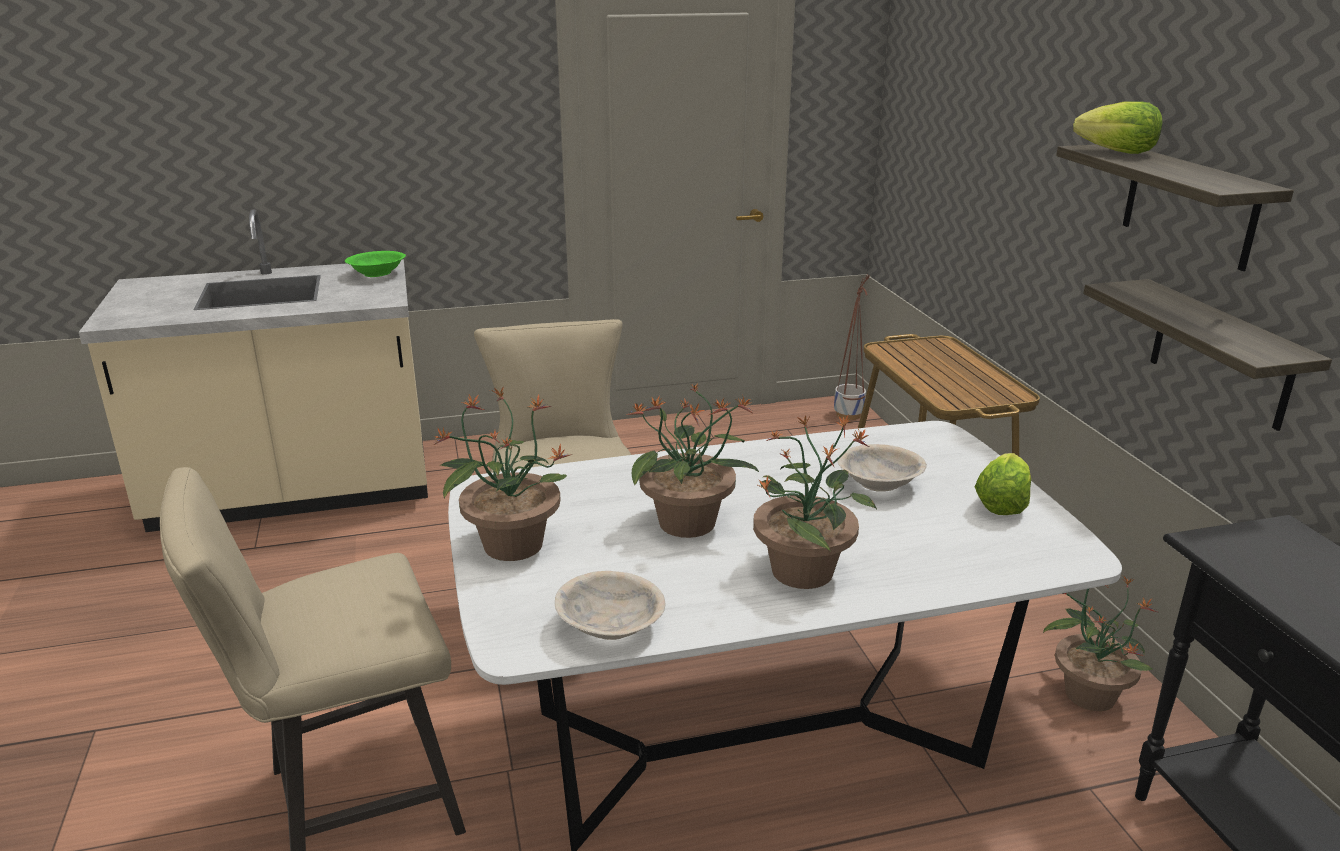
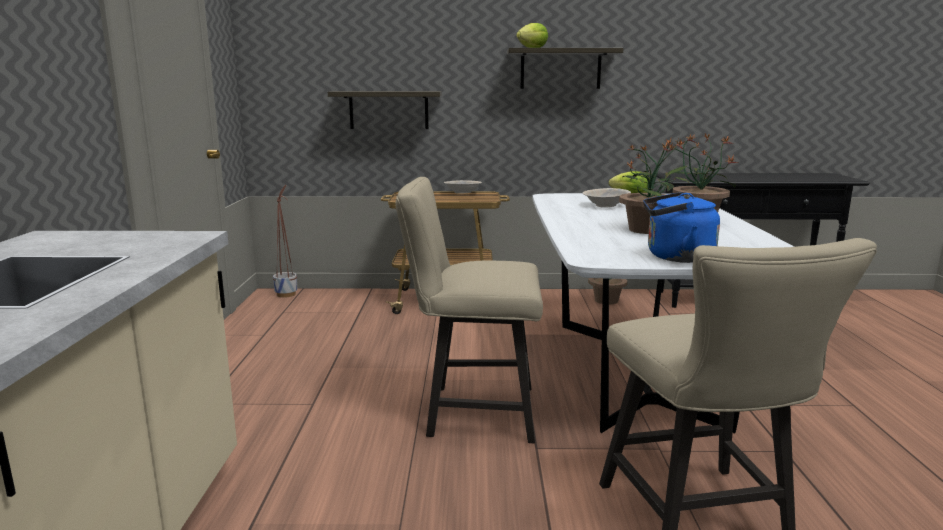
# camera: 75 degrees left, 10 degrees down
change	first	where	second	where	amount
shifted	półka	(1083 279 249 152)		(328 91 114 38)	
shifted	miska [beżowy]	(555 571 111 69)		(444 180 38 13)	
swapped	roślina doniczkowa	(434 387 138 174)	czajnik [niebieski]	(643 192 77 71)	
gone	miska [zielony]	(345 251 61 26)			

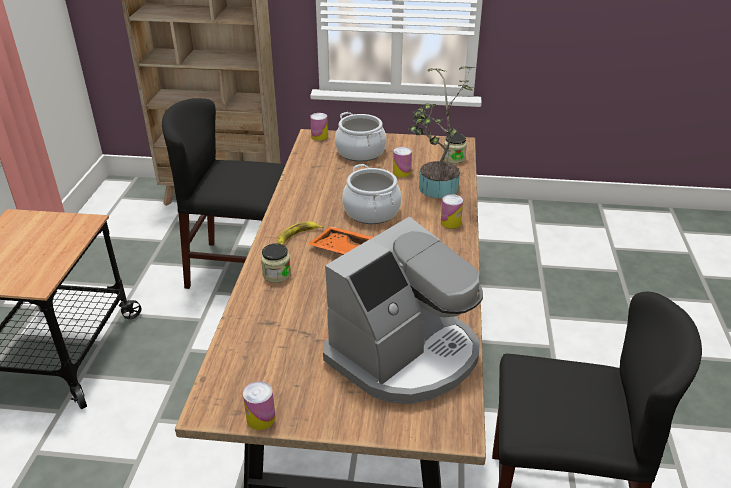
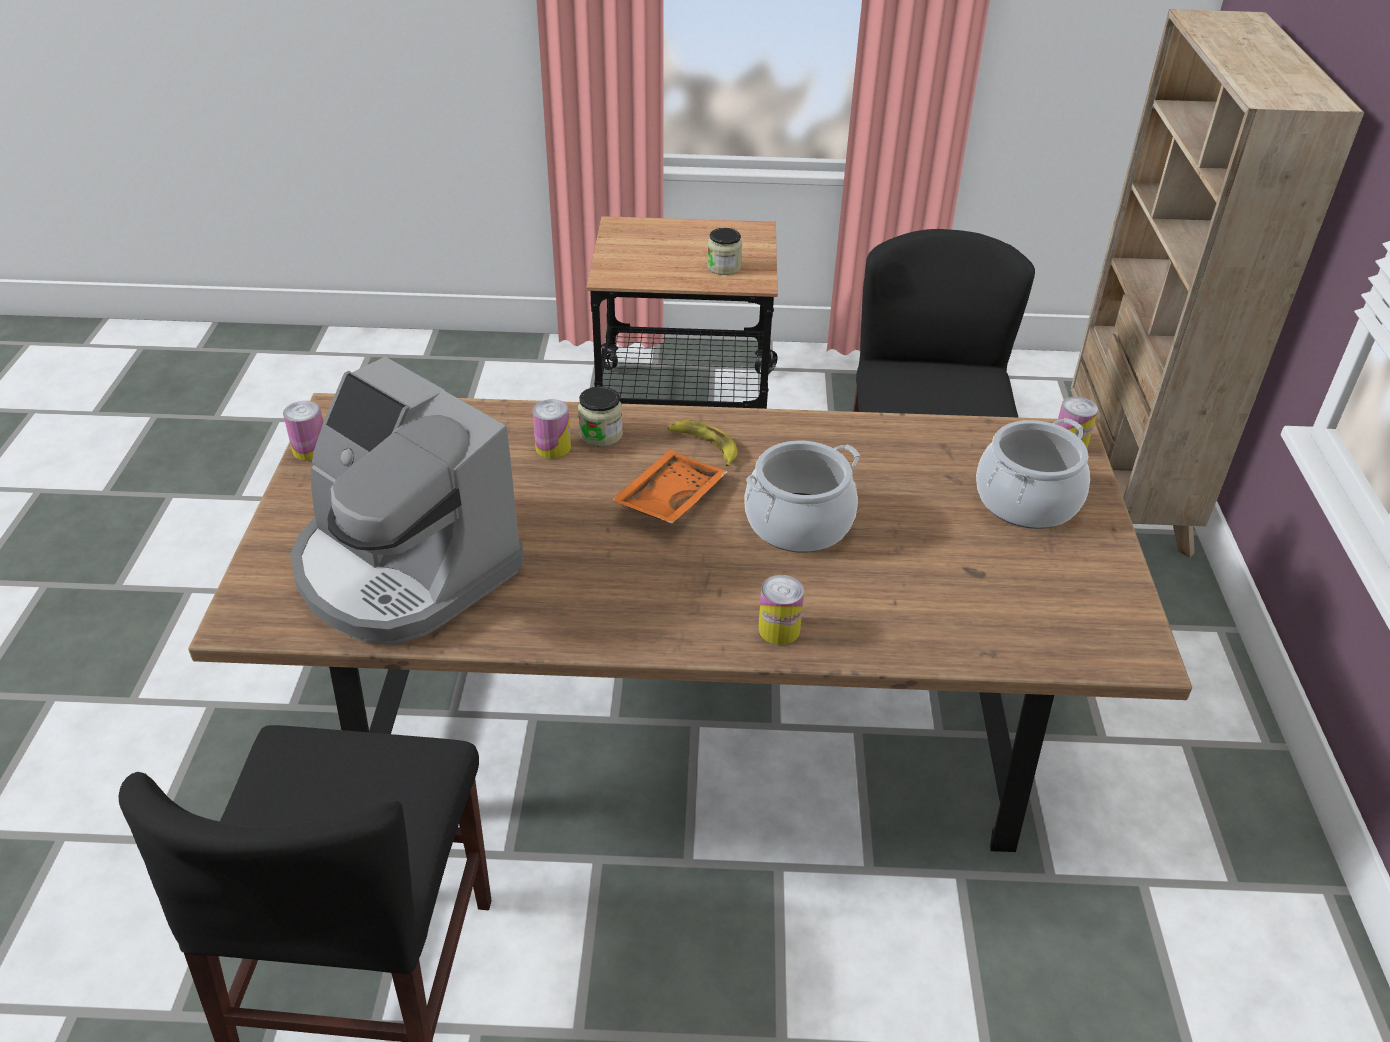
# camera: 85 degrees right, 5 degrees up
change	first	where	second	where	amount
shifted	puszka	(393 147 19 30)		(532 399 39 60)	
shifted	słoik	(444 134 23 30)		(707 228 35 47)	
gone	roślina doniczkowa	(408 66 68 133)			

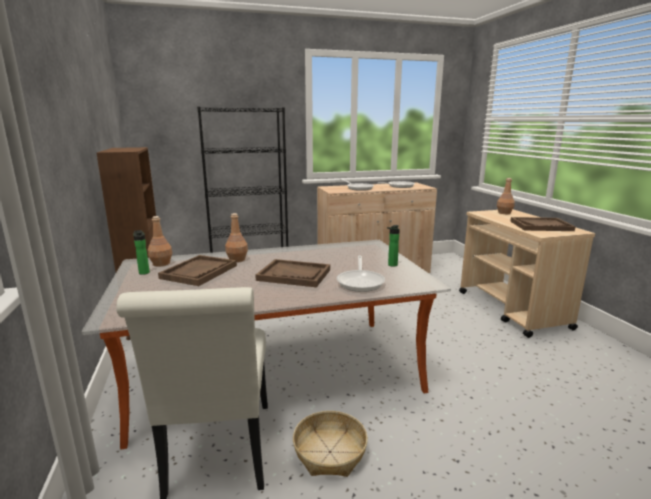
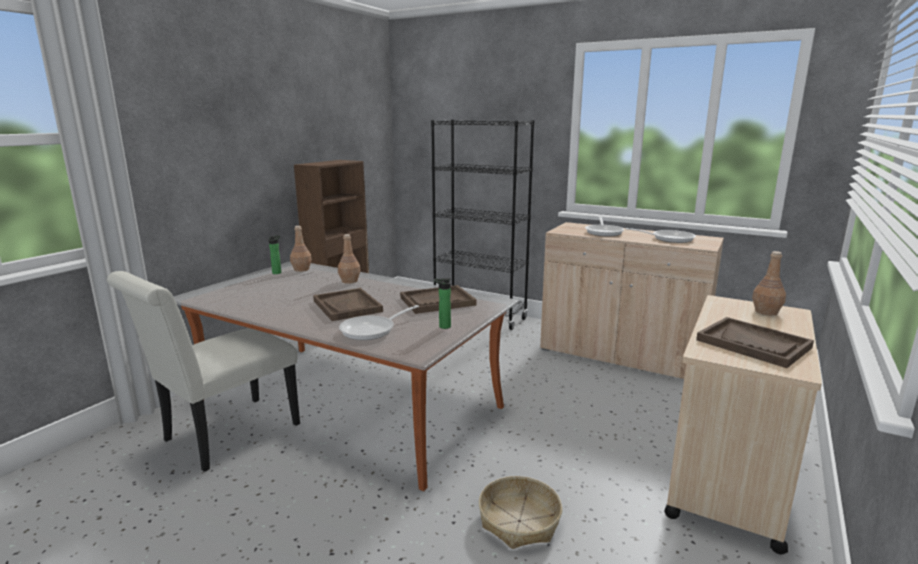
# camera: 45 degrees right, 0 degrees up
change	first	where	second	where	amount
shifted	taca [brązowy]	(158 255 79 31)		(400 285 77 29)	
shifted	koszyk	(293 411 75 66)		(479 476 83 73)	

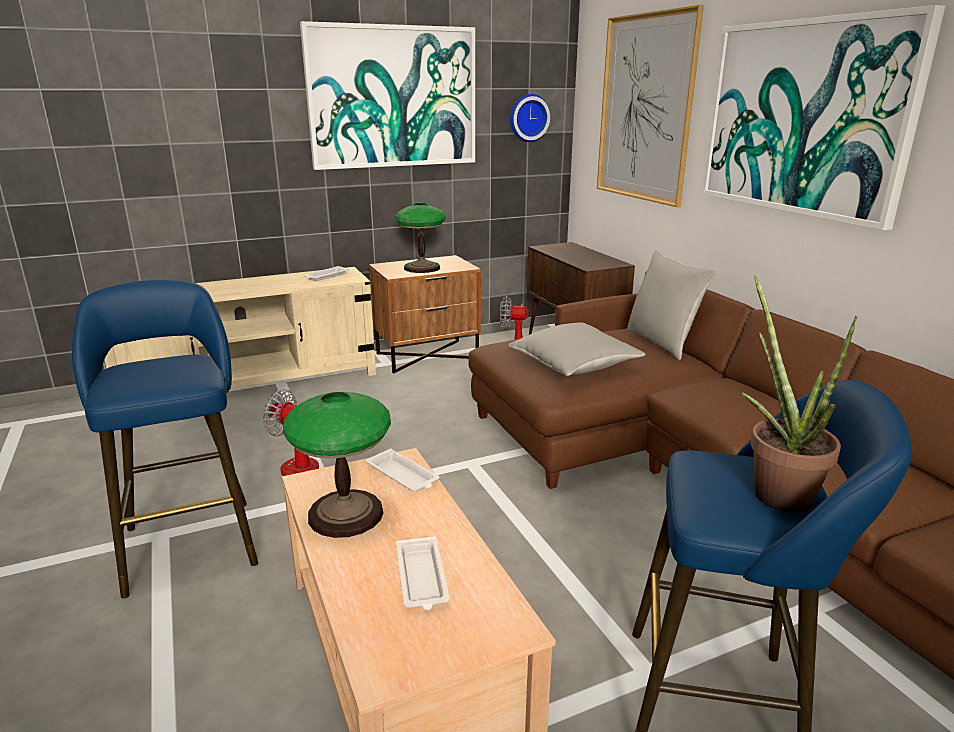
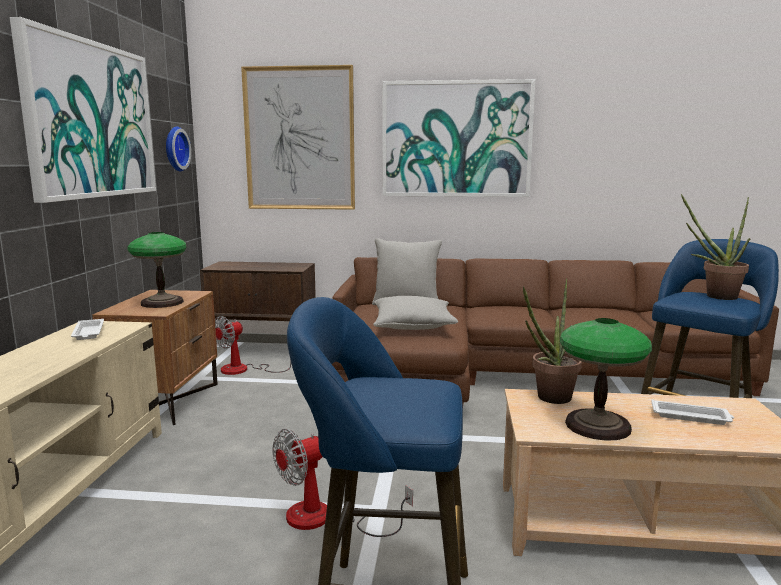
# camera: 60 degrees left, 10 degrees down
change	first	where	second	where	amount
swapped	taca [biały]	(366 448 73 44)	roślina doniczkowa	(523 278 59 126)	

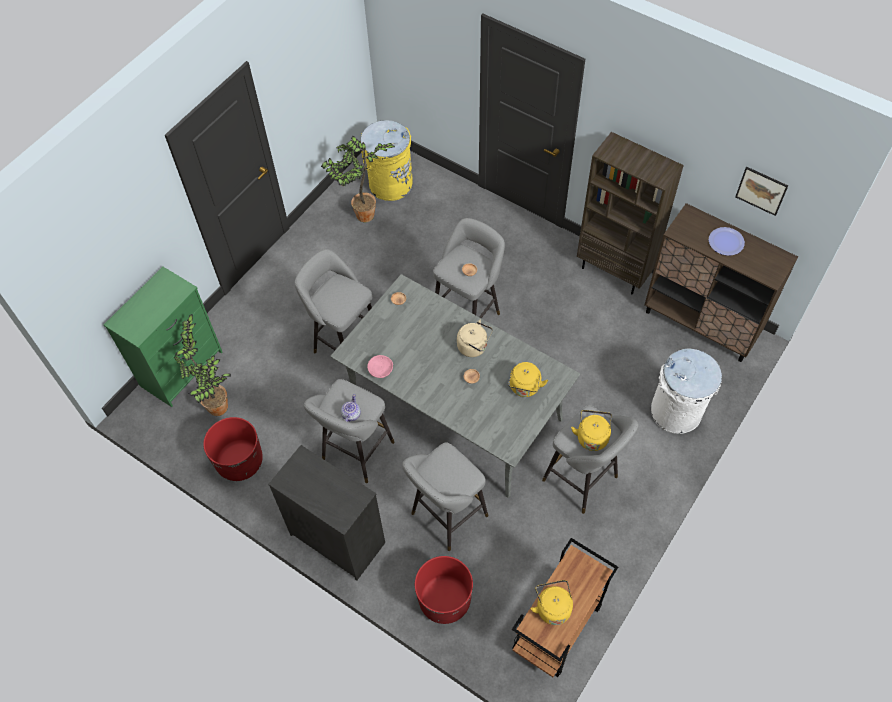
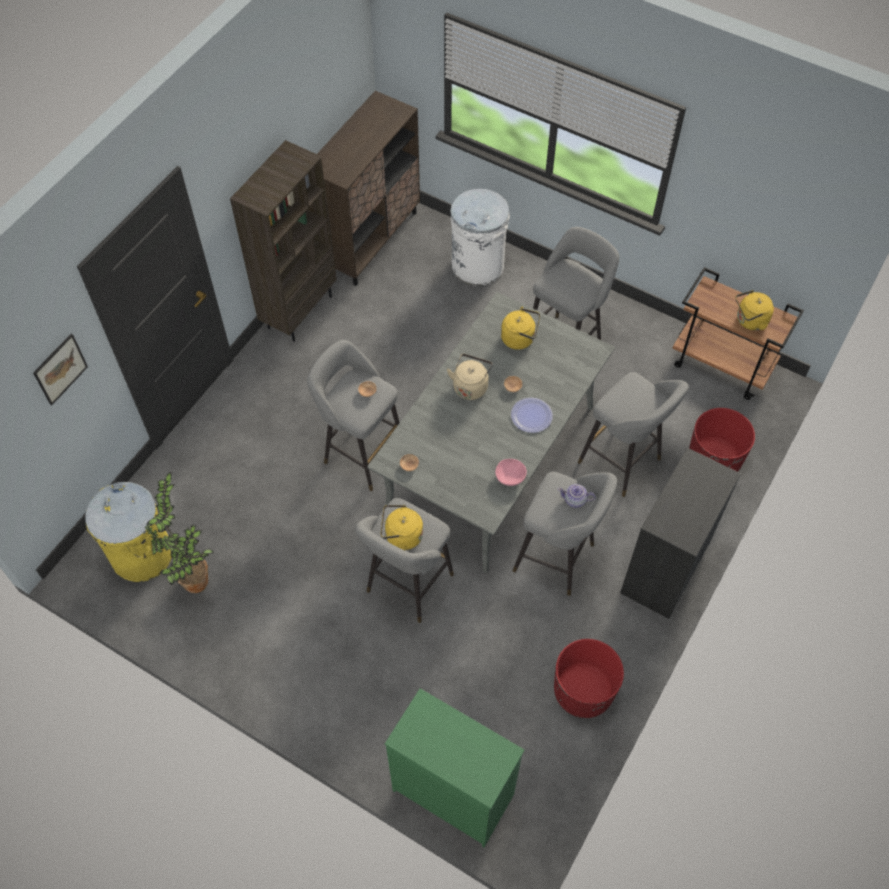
# camera: 95 degrees left, 0 degrees up
change	first	where	second	where	amount
shifted	obraz	(735 167 53 49)		(33 334 55 71)	
shifted	czajnik [żółty]	(571 410 41 41)		(381 505 42 45)	
shifted	talerz	(709 227 36 29)		(511 398 42 35)	
gone	roślina doniczkowa	(174 314 57 102)			

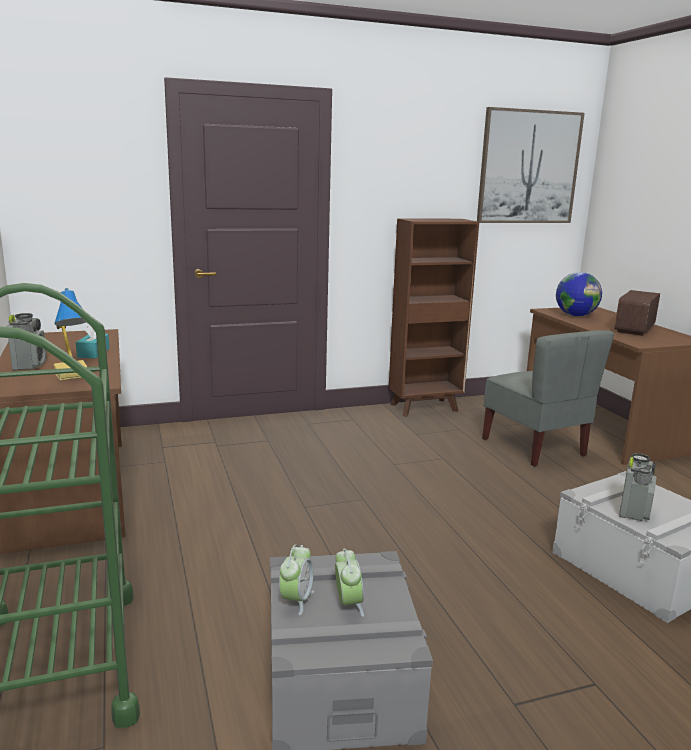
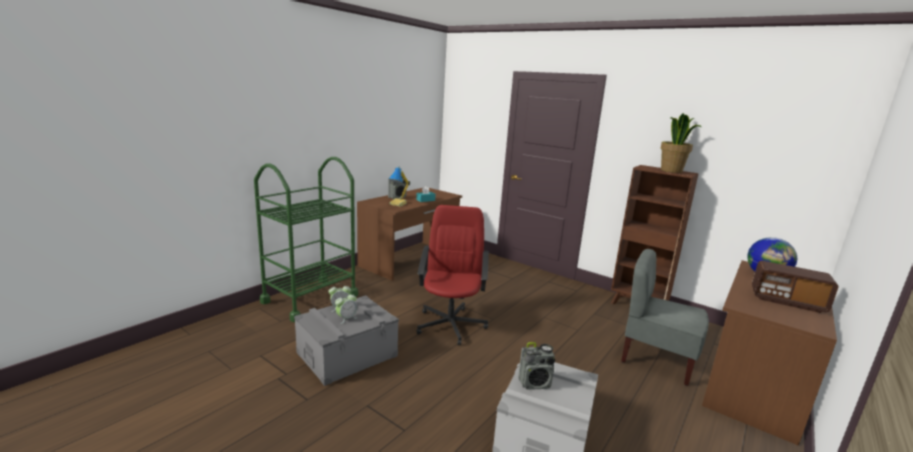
# camera: 55 degrees right, 0 degrees up
change	first	where	second	where	amount
new			krzesło biurowe [czerwony]	(416 205 73 140)	
rotated	krzesło [szary]	(482 330 132 137)		(621 249 88 137)	90 degrees clockwise
new			roślina doniczkowa	(660 113 41 60)	
rotated	radio	(615 290 45 46)		(752 261 86 52)	150 degrees counterclockwise
gone	obraz	(477 107 108 116)			

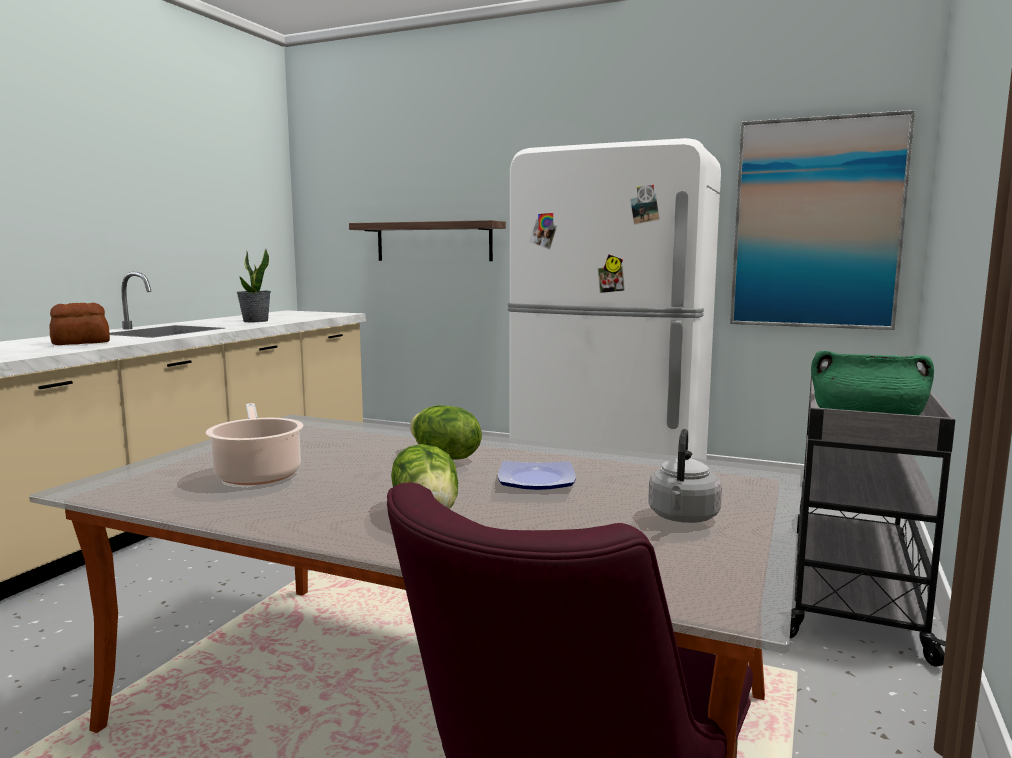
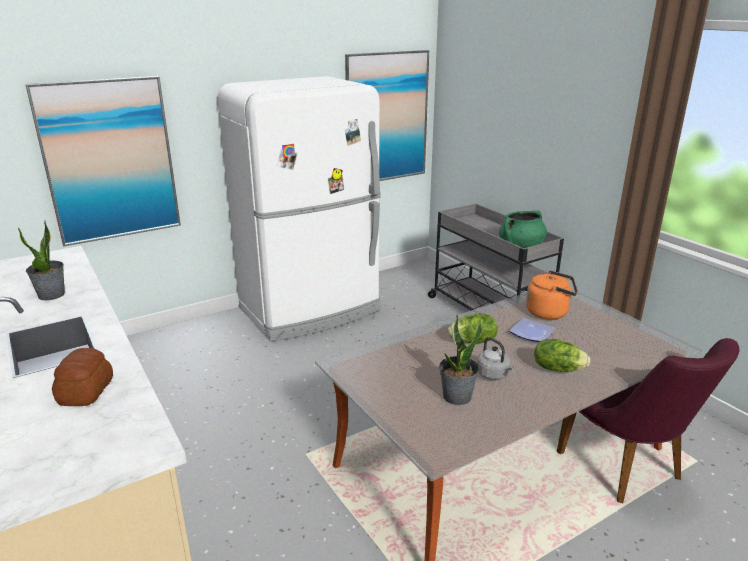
# camera: 55 degrees left, 15 degrees up
change	first	where	second	where	amount
swapped	półka	(349 220 157 41)	obraz	(25 76 156 170)	
swapped	garnek	(206 403 97 82)	roślina doniczkowa	(439 315 44 90)	
shifted	czajnik [szary]	(648 429 74 94)		(477 337 37 43)	
new			czajnik [pomarańczowy]	(526 270 52 50)	

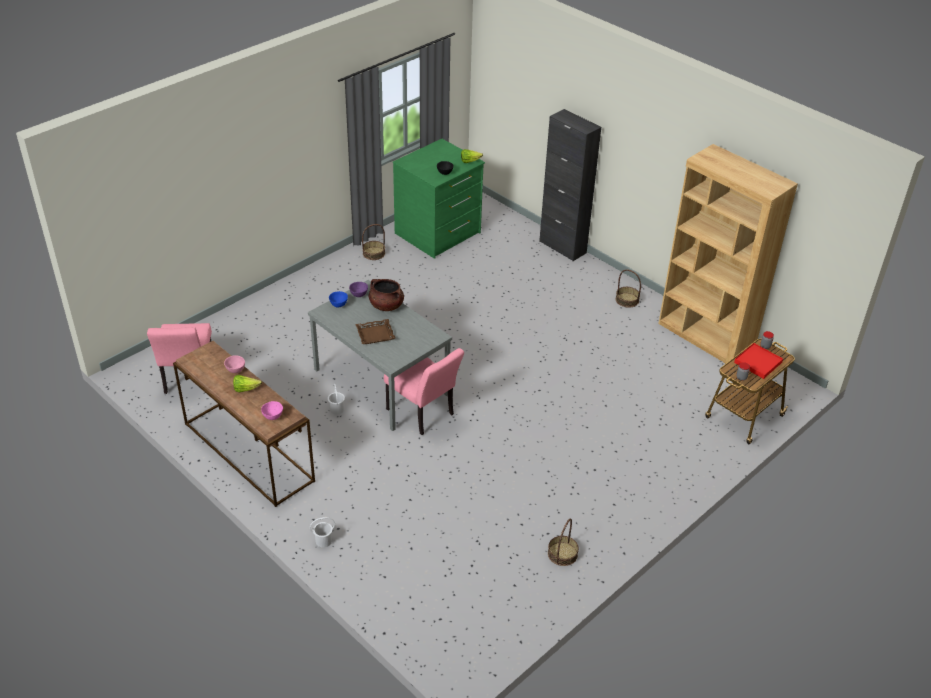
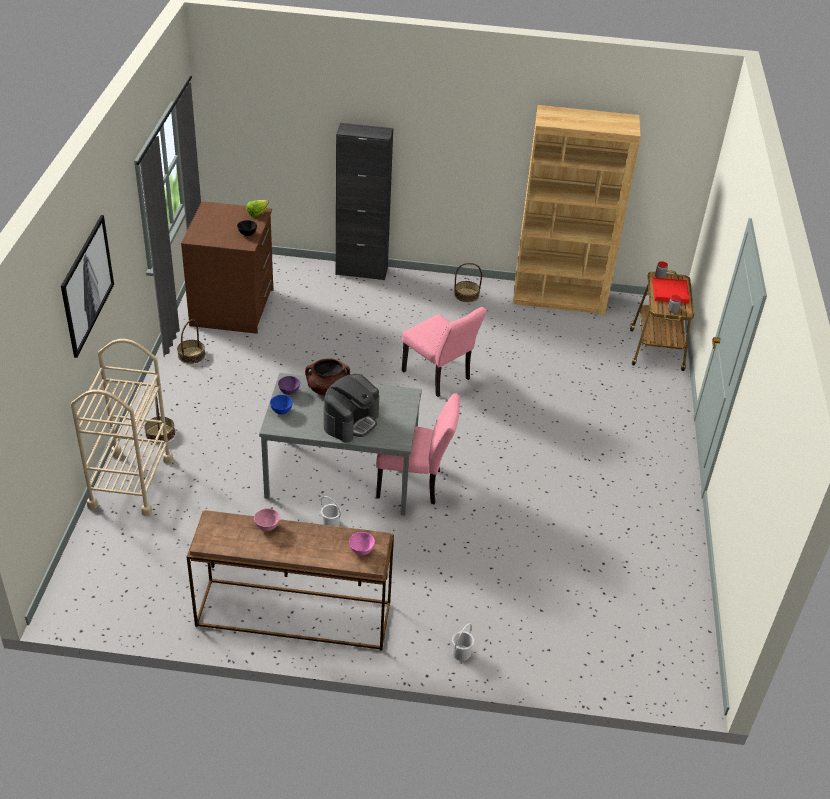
# camera: 40 degrees left, 0 degrees up
change	first	where	second	where	amount
new			obraz	(61 215 53 143)	
new			wózek [beżowy]	(71 339 102 177)	
shifted	koszyk	(548 519 31 47)		(144 396 31 48)	
repainted	komoda [zielony]	(393 139 92 120)	komoda [brązowy]	(181 201 92 133)	
swapped	taca [brązowy]	(355 319 40 25)	ekspres do kawy	(323 374 56 69)	
shifted	krzesło [różowy]	(147 323 65 71)		(402 307 85 90)	
gone	sałata	(233 375 29 17)			

